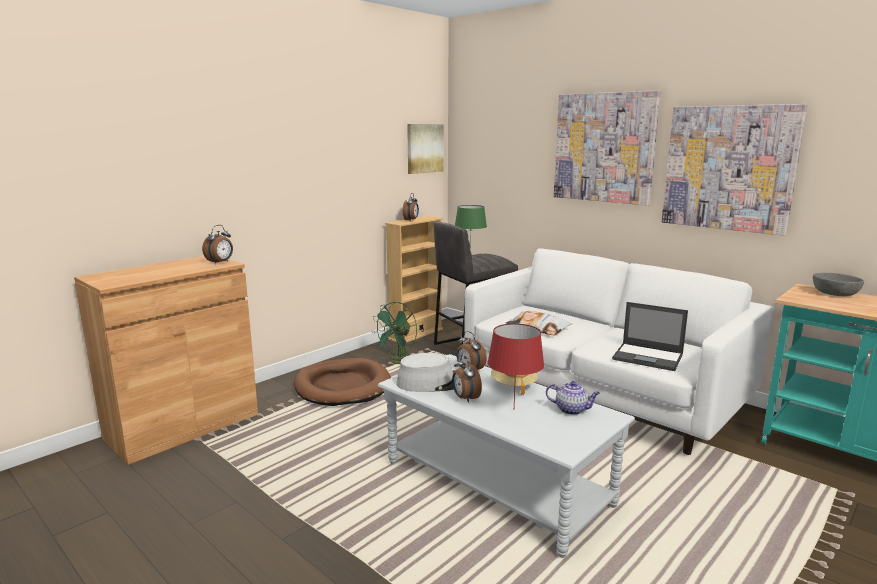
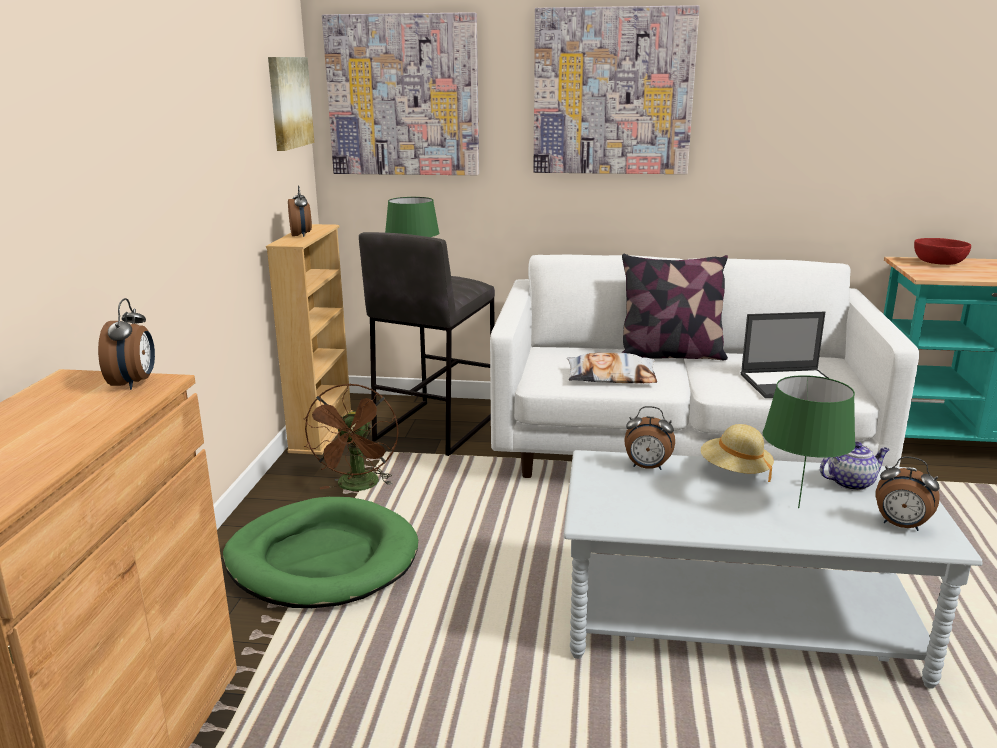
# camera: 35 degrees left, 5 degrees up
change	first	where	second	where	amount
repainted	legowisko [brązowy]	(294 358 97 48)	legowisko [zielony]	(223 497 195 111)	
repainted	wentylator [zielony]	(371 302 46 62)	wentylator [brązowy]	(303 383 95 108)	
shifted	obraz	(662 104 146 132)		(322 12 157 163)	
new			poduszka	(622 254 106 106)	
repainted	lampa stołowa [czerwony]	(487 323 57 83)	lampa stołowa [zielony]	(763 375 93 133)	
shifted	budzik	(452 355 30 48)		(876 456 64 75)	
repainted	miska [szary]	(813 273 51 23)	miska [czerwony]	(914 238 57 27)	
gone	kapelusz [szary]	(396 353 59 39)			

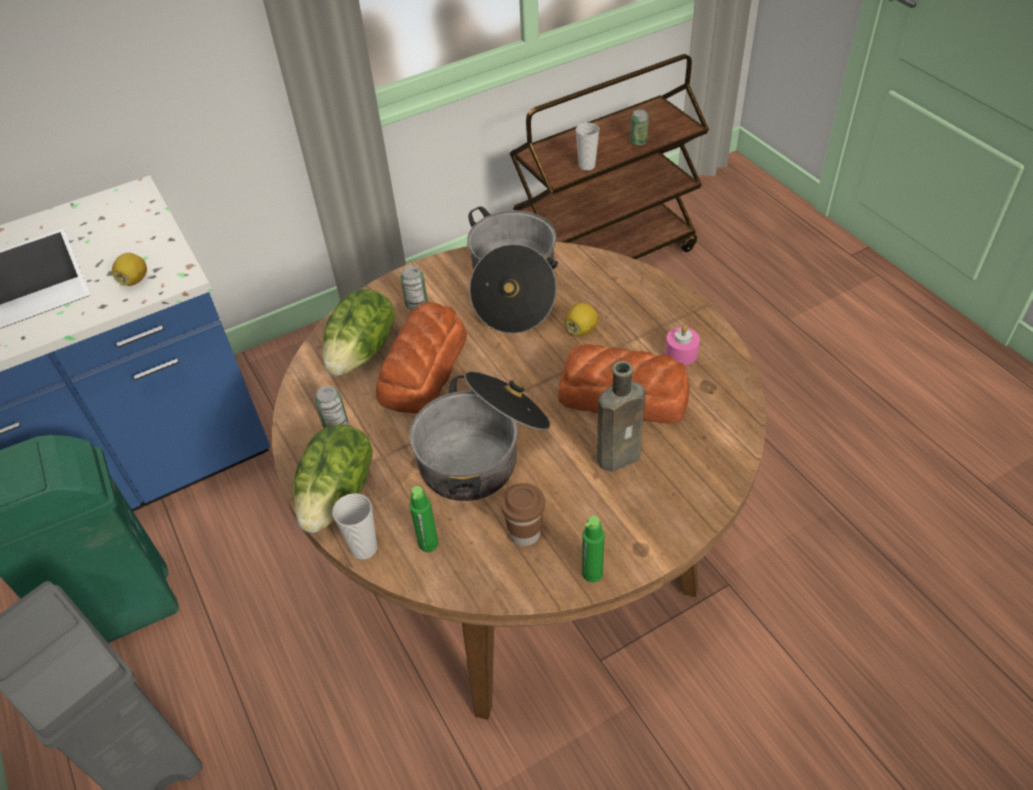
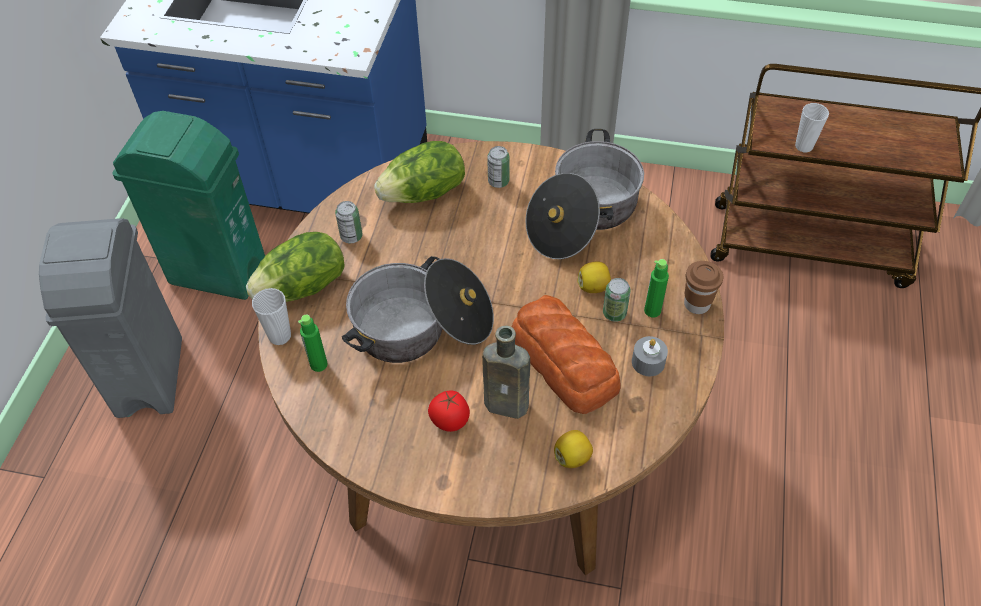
# camera: 40 degrees right, 5 degrees up
change	first	where	second	where	amount
new			pomidor	(428 391 42 41)	
shifted	cytryna	(112 253 35 33)		(554 430 39 38)	
shifted	puszka	(630 109 19 37)		(603 278 28 44)	
repainted	świeca [różowy]	(665 325 35 40)	świeca [szary]	(632 336 36 40)	
shifted	butelka [zielony]	(582 516 23 67)		(644 259 25 58)	
shifted	filiżanka [brązowy]	(501 483 44 63)		(684 261 39 53)	
gone	chleb	(376 302 91 112)			

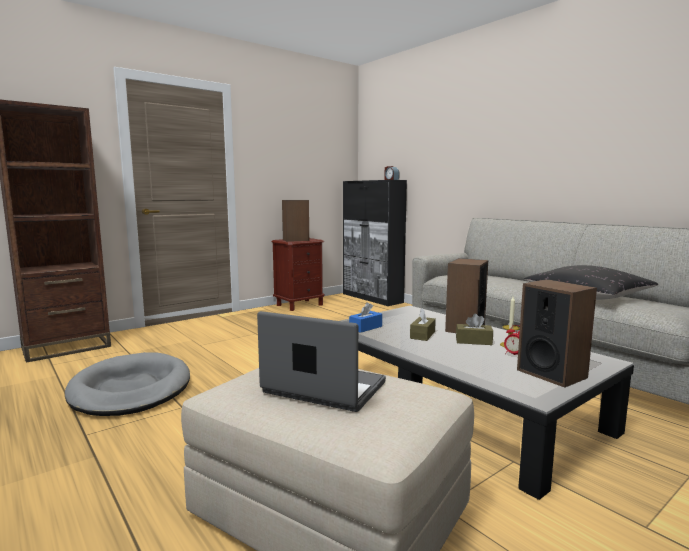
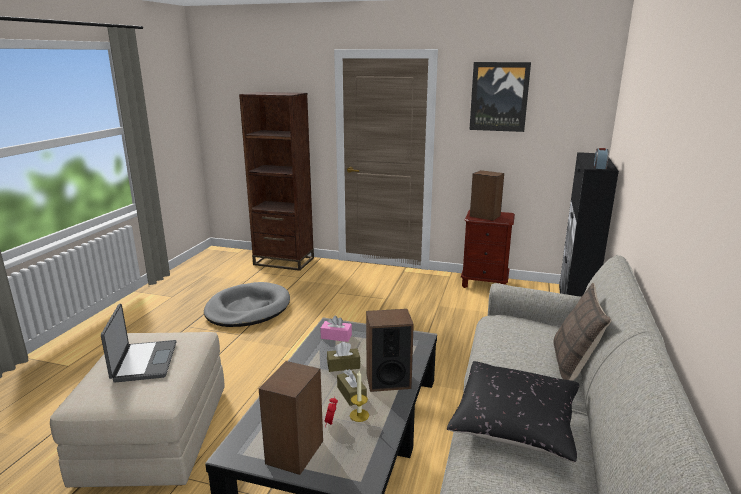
# camera: 55 degrees right, 10 degrees up
change	first	where	second	where	amount
repainted	pudełko chusteczek [niebieski]	(349 302 33 31)	pudełko chusteczek [różowy]	(320 315 32 27)	
new			obraz	(469 62 62 70)	
new			poduszka	(554 283 57 98)	

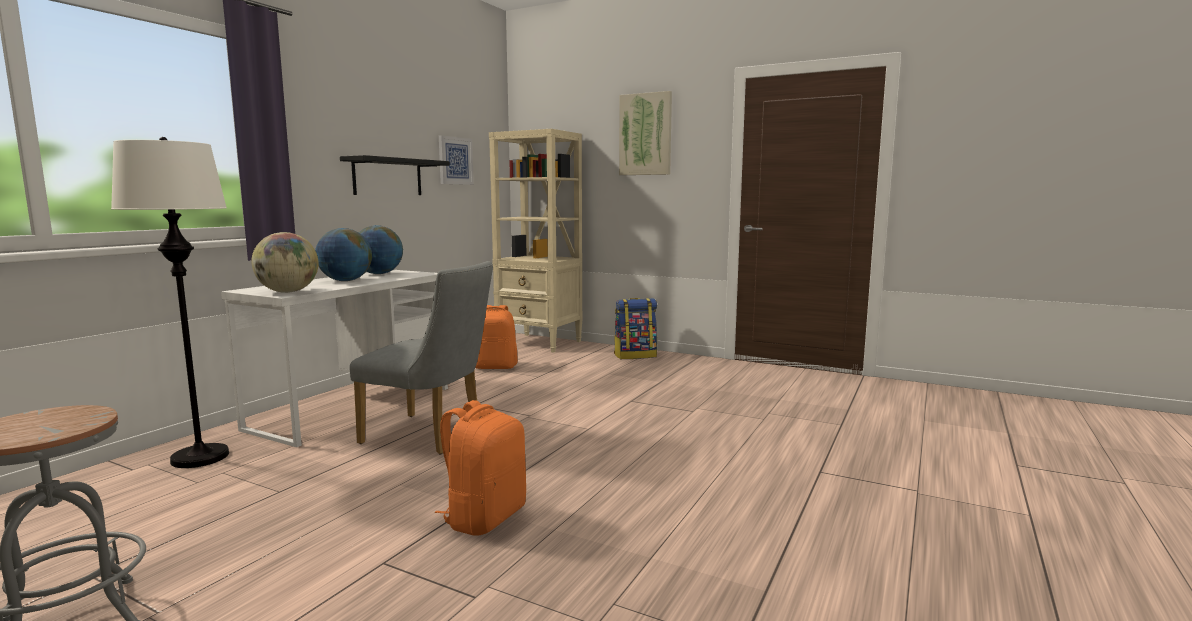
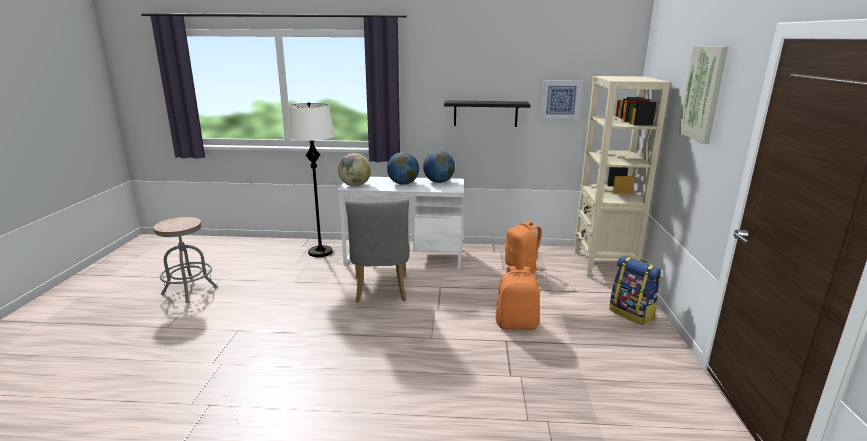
# camera: 65 degrees right, 10 degrees up
change	first	where	second	where	amount
shifted	plecak [pomarańczowy]	(435 400 91 136)		(495 266 45 64)	

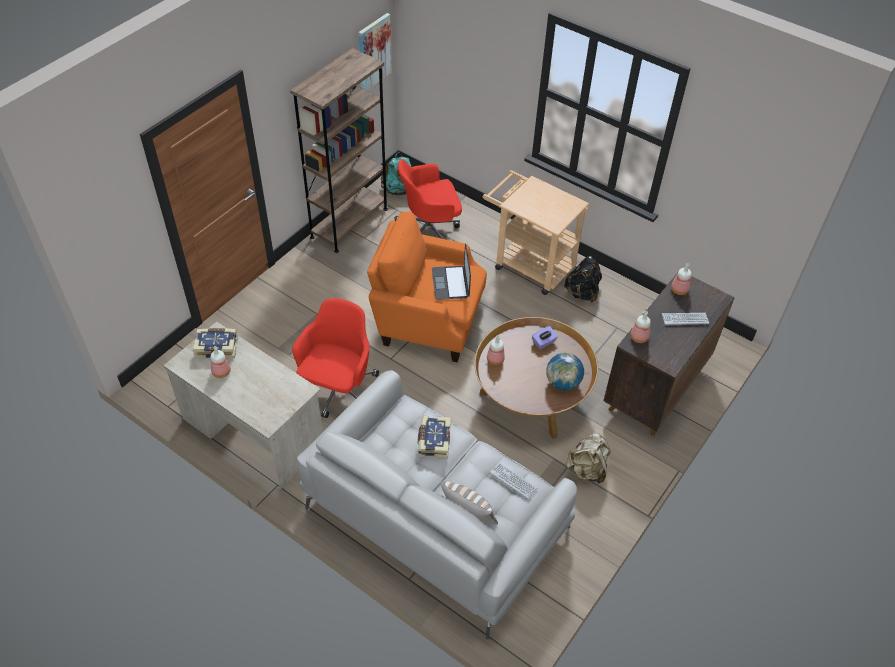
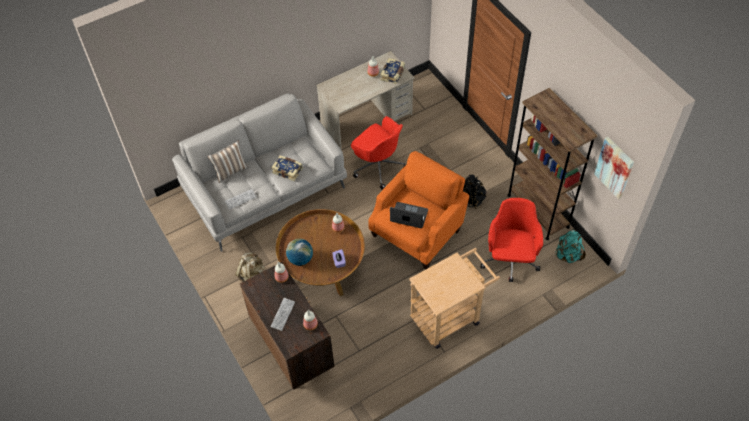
# camera: 115 degrees right, 5 degrees up
change	first	where	second	where	amount
shifted	plecak [czarny]	(564 256 38 47)		(463 175 24 34)	

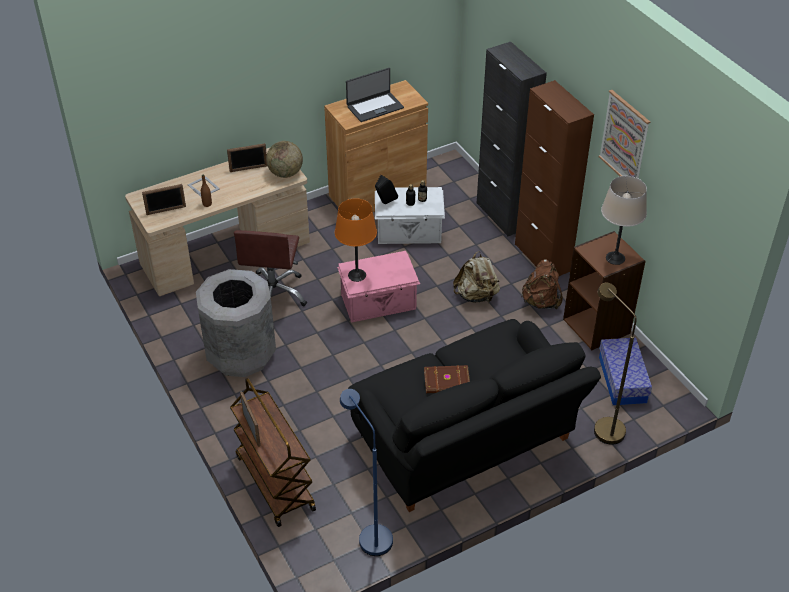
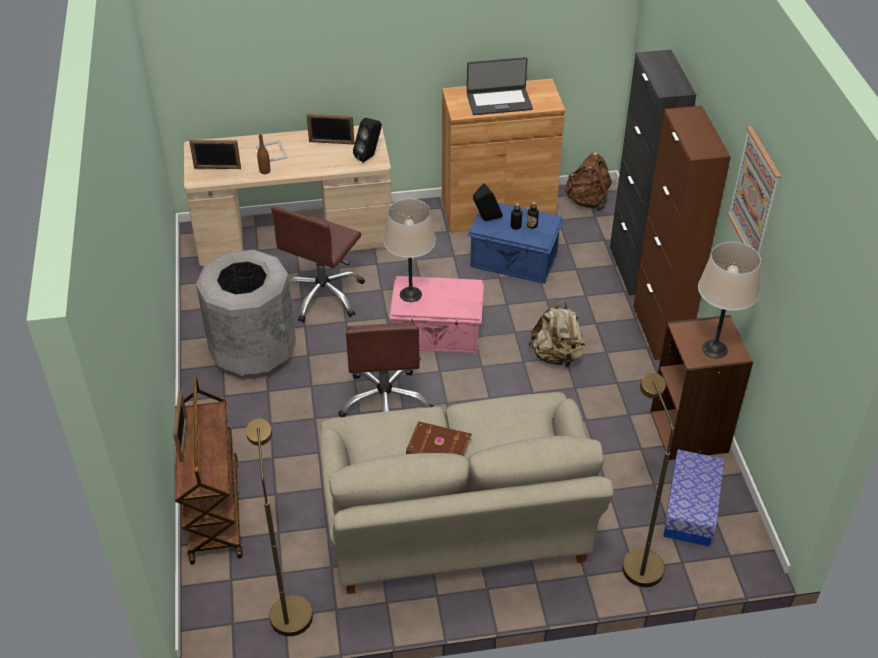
# camera: 20 degrees right, 0 degrees up
change	first	where	second	where	amount
repainted	lampa stojąca [niebieski]	(340 389 53 167)	lampa stojąca [brązowy]	(246 419 67 217)	
repainted	kanapa [czarny]	(348 319 253 193)	kanapa [beżowy]	(320 392 294 202)	
new			krzesło biurowe [brązowy]	(338 322 95 95)	
swapped	globus	(266 141 37 37)	głośnik [czarny]	(353 118 29 45)	
repainted	lampa stołowa [pomarańczowy]	(335 198 42 84)	lampa stołowa [beżowy]	(383 199 53 103)	
repainted	pojemnik do przechowywania [biały]	(375 187 70 57)	pojemnik do przechowywania [niebieski]	(467 203 96 81)	
shifted	plecak [brązowy]	(521 259 42 50)		(565 152 47 59)	

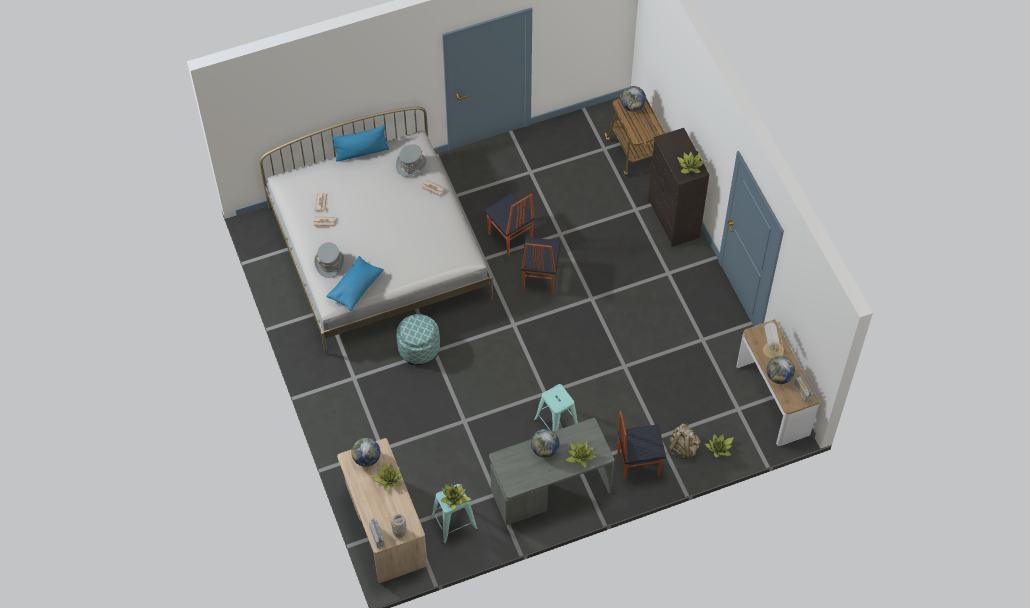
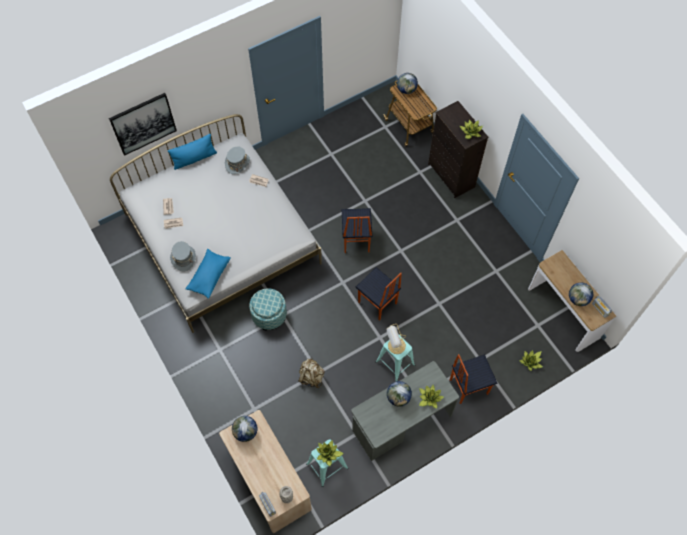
# camera: 10 degrees left, 5 degrees up
change	first	where	second	where	amount
new			obraz	(109 93 68 63)	
shifted	plecak [beżowy]	(668 423 33 38)		(299 358 25 30)	
shifted	krzesło	(484 193 51 64)		(356 267 46 54)	
shifted	lampa stołowa	(763 321 23 38)		(386 324 20 30)	
gone	roślina doniczkowa	(370 462 32 29)			

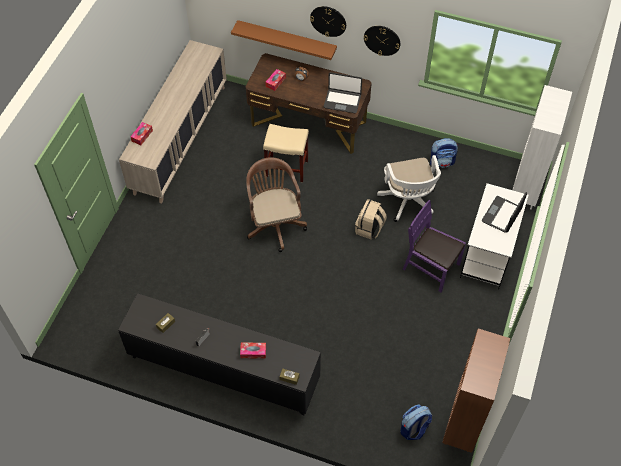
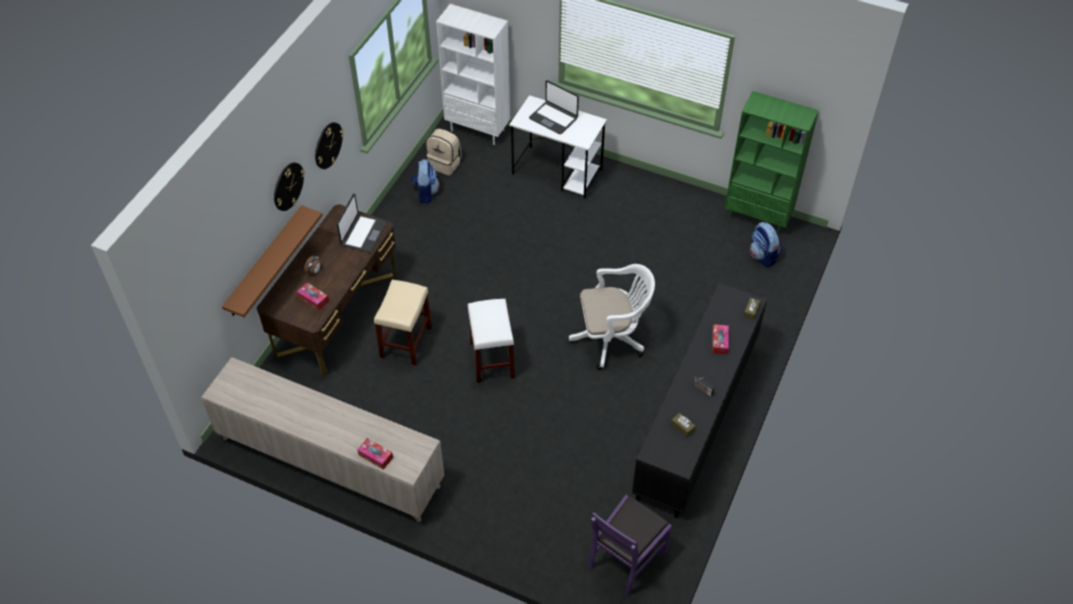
# camera: 85 degrees left, 5 degrees down
change	first	where	second	where	amount
shifted	plecak [beżowy]	(355 199 32 40)		(426 129 36 46)	
swapped	krzesło biurowe [brązowy]	(246 157 61 95)	stołek [biały]	(468 299 47 84)	
shifted	krzesło biurowe [biały]	(377 155 64 67)		(568 264 87 106)	
shifted	krzesło [fioletowy]	(403 200 63 92)		(588 495 84 101)	
repainted	regał [brązowy]	(443 328 67 125)	regał [zielony]	(725 91 94 144)	

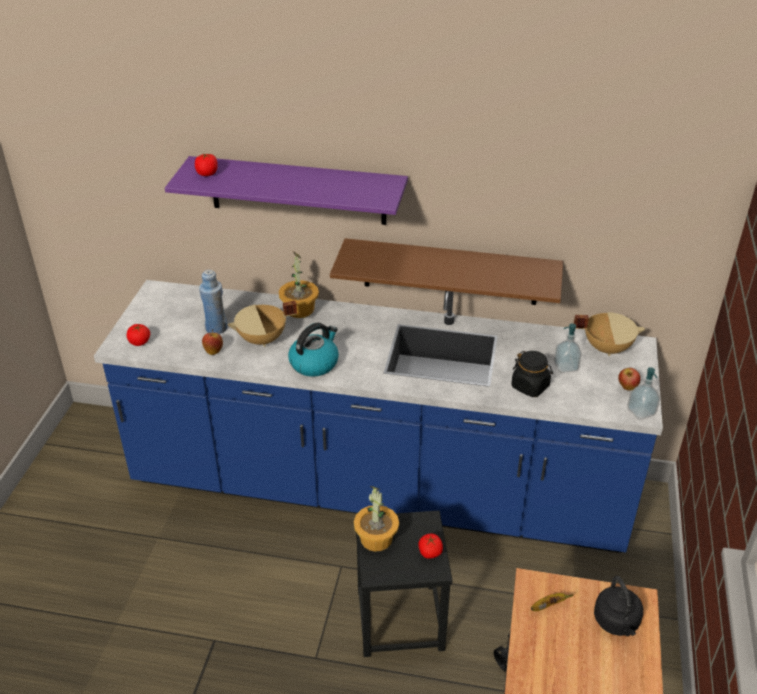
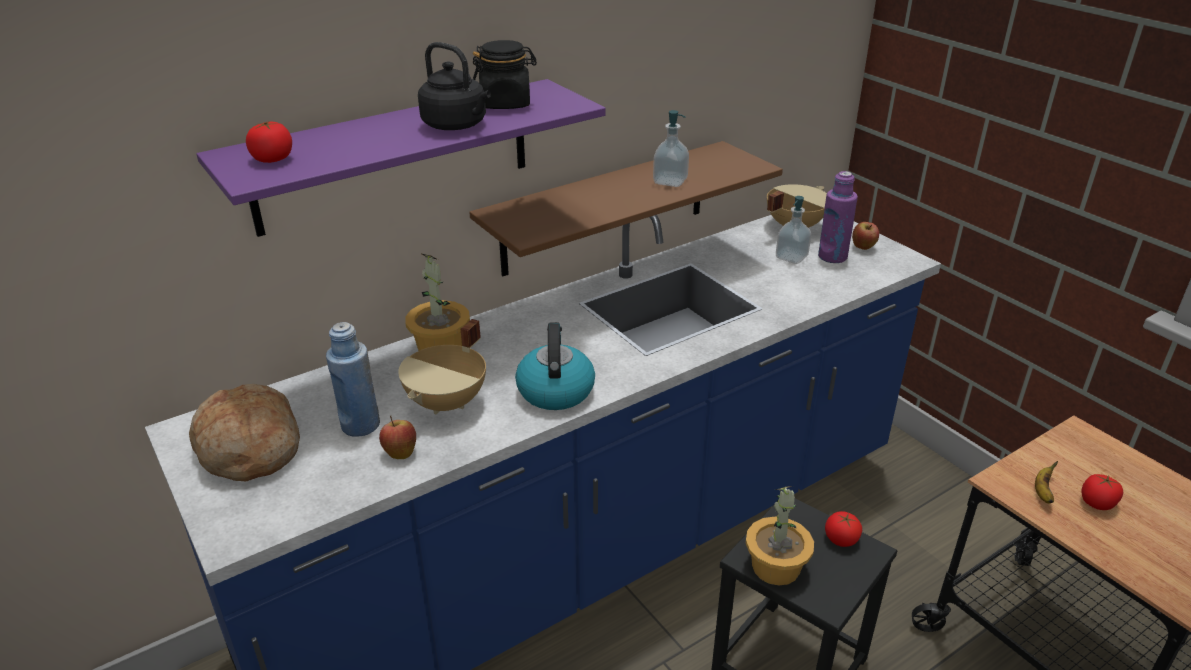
# camera: 45 degrees left, 5 degrees down
change	first	where	second	where	amount
new			chleb	(189 384 111 97)	
shifted	czajnik [czarny]	(594 576 49 60)		(418 42 73 88)	
shifted	słoik [czarny]	(511 351 42 46)		(472 40 65 69)	
shifted	dozownik mydła	(627 367 33 53)		(653 110 36 77)	
new			butelka [fioletowy]	(818 171 40 92)	
shifted	pomidor	(127 324 23 22)		(1081 474 42 36)	

